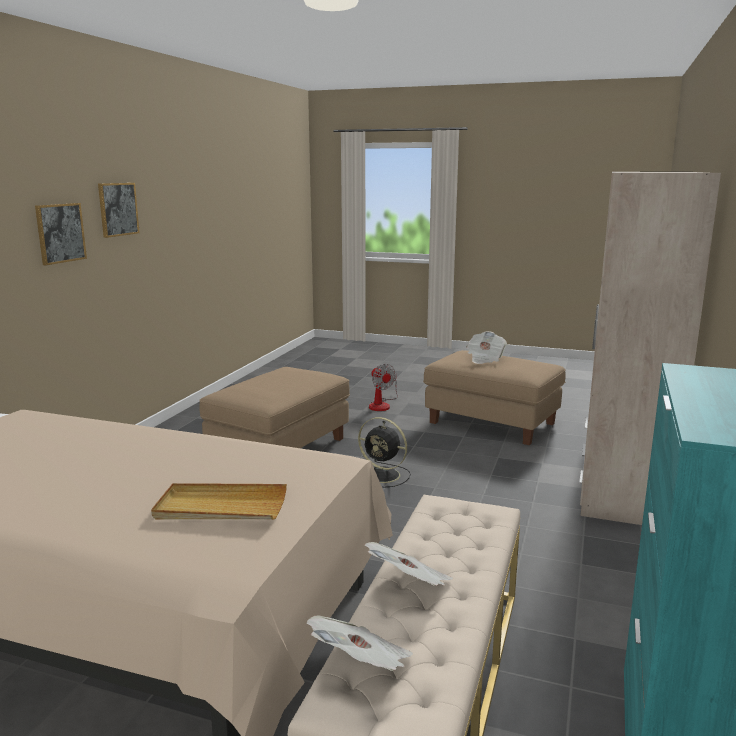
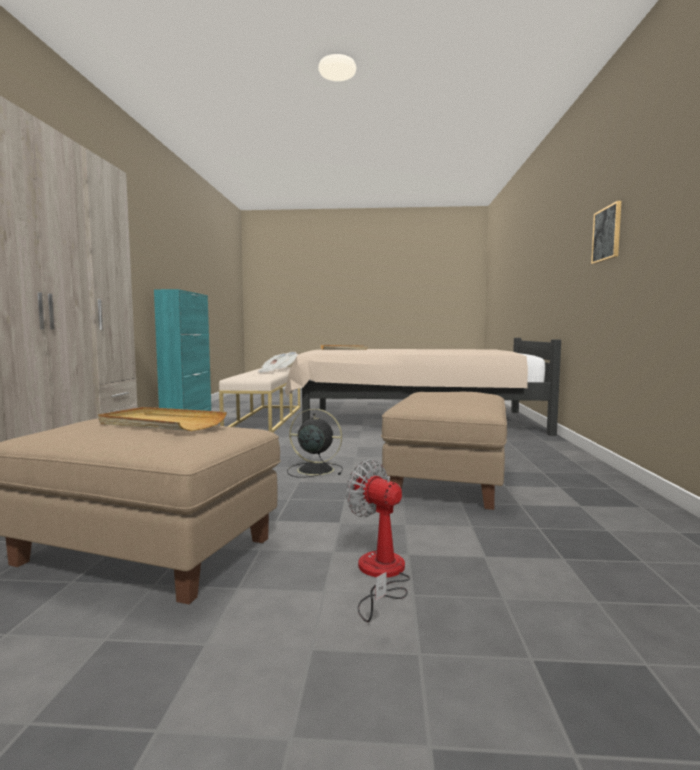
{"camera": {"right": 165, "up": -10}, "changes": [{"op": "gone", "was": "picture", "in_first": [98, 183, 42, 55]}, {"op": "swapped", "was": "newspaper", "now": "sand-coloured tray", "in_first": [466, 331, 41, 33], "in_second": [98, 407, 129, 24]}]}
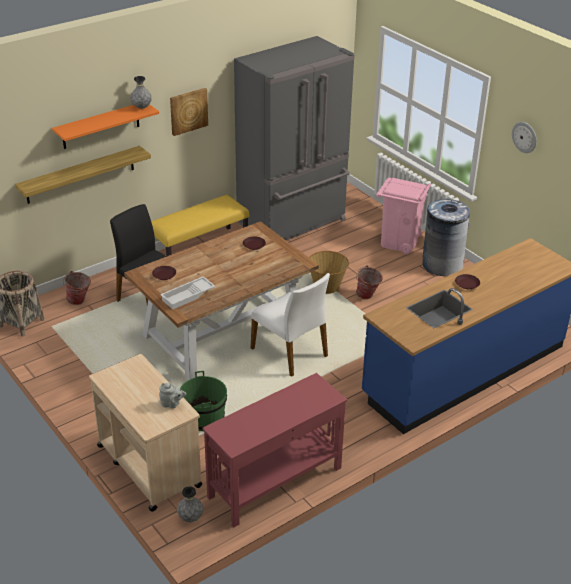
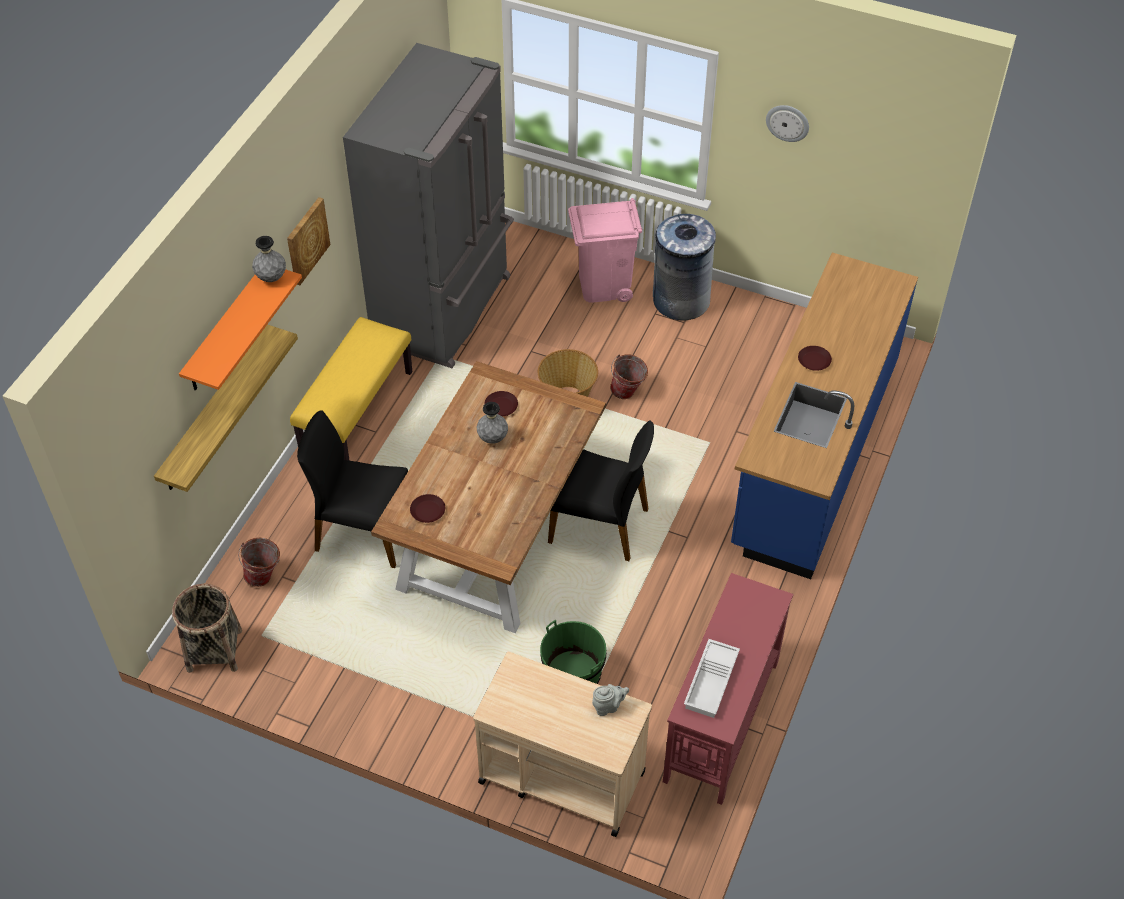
{"camera": {"right": -30, "up": 15}, "changes": [{"op": "shifted", "was": "white-coloured tray", "in_first": [160, 276, 55, 33], "in_second": [684, 639, 56, 79]}, {"op": "shifted", "was": "grey decorative vase", "in_first": [177, 486, 26, 36], "in_second": [477, 402, 31, 42]}, {"op": "repainted", "was": "white-coloured plain chair", "now": "blackish plain chair", "in_first": [251, 273, 79, 104], "in_second": [548, 420, 106, 141]}]}
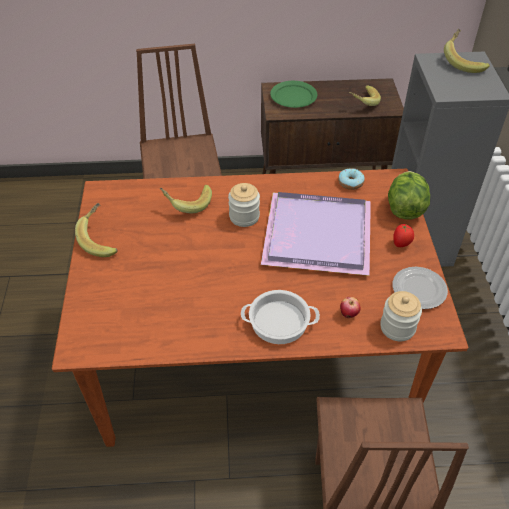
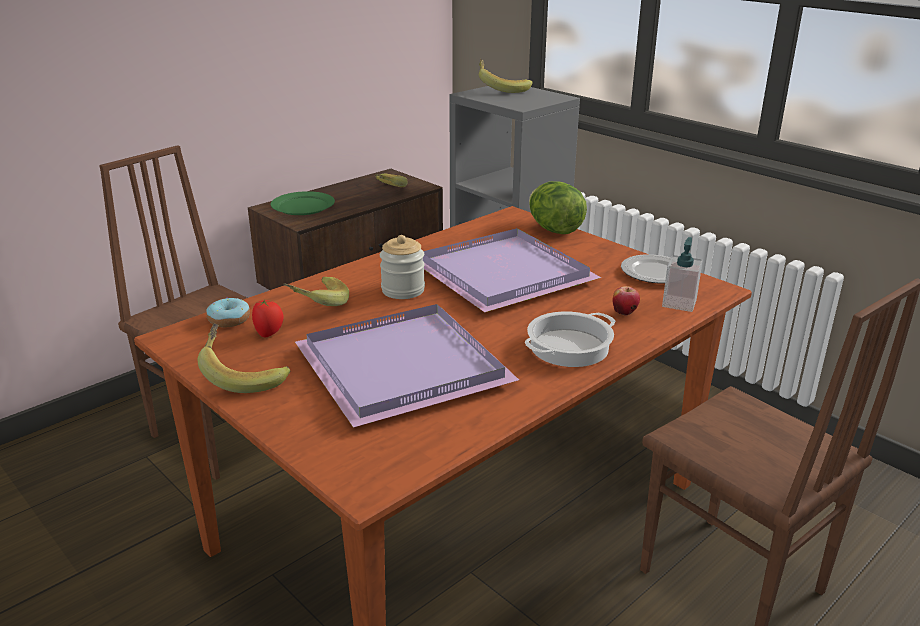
{"camera": {"right": -40, "up": -20}, "changes": [{"op": "shifted", "was": "ring doughnut", "in_first": [338, 168, 26, 22], "in_second": [206, 297, 44, 30]}, {"op": "swapped", "was": "preserve jar", "now": "liquid soap bottle", "in_first": [380, 291, 42, 50], "in_second": [662, 237, 41, 75]}, {"op": "shifted", "was": "tomato", "in_first": [393, 224, 21, 23], "in_second": [252, 300, 31, 37]}, {"op": "new", "now": "purple tray", "in_second": [295, 304, 224, 124]}]}
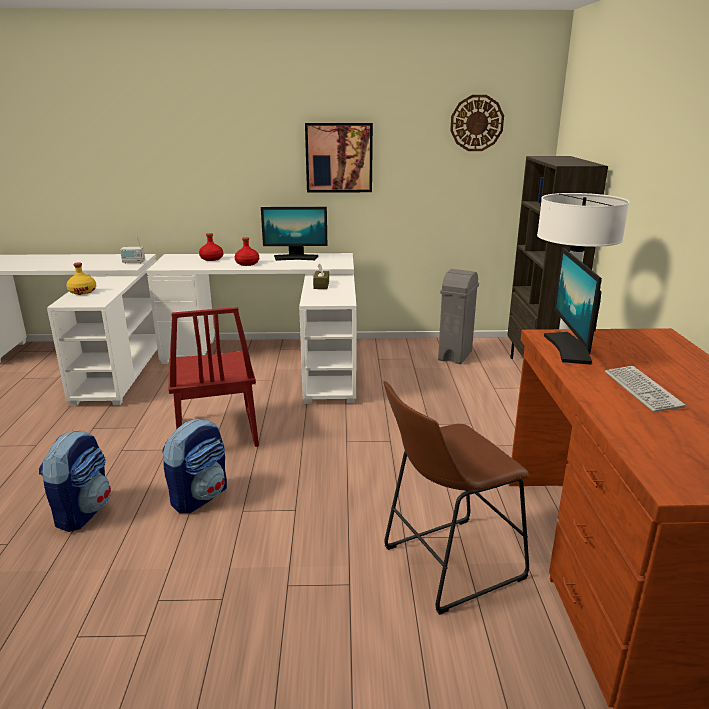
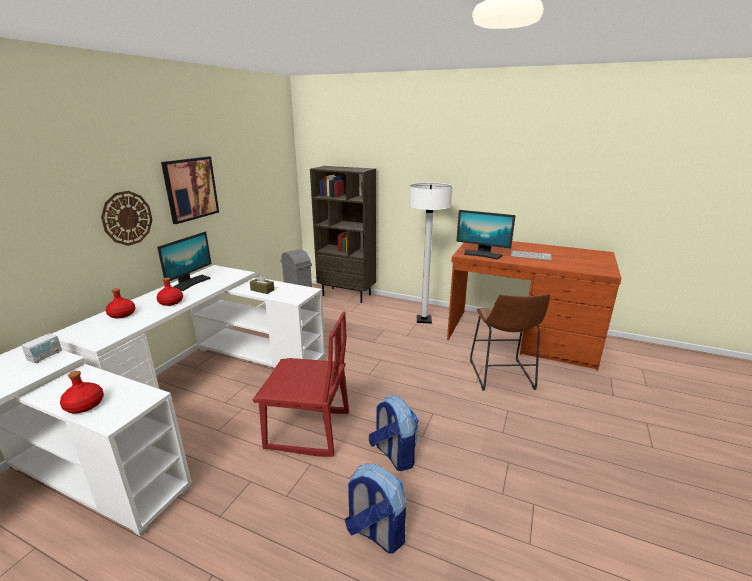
{"camera": {"right": -65, "up": 0}, "changes": [{"op": "repainted", "was": "yellow-coloured drink bottle", "now": "red drink bottle", "in_first": [66, 262, 30, 33], "in_second": [60, 371, 44, 42]}, {"op": "shifted", "was": "clock on the wall", "in_first": [450, 95, 54, 56], "in_second": [101, 191, 51, 55]}]}
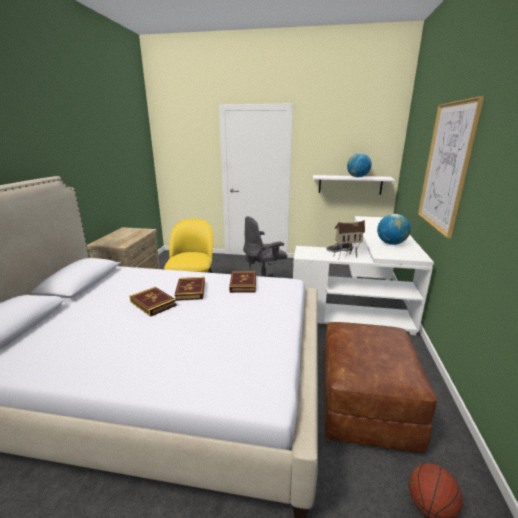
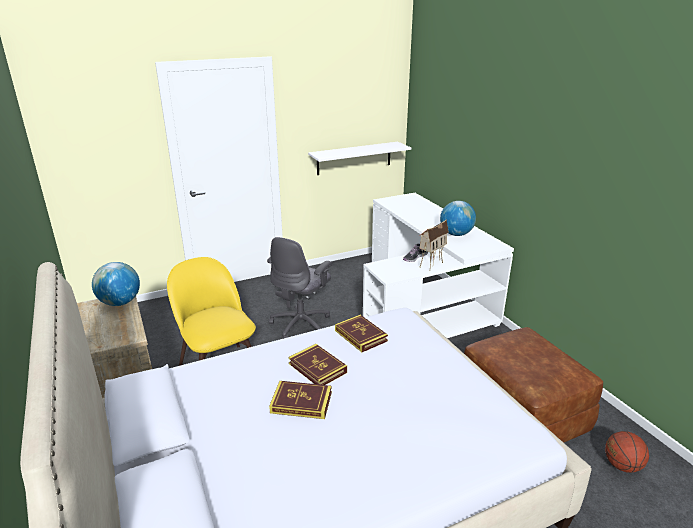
{"camera": {"right": -35, "up": 5}, "changes": [{"op": "shifted", "was": "world globe", "in_first": [347, 153, 25, 24], "in_second": [92, 262, 48, 44]}, {"op": "gone", "was": "picture", "in_first": [418, 96, 67, 143]}]}
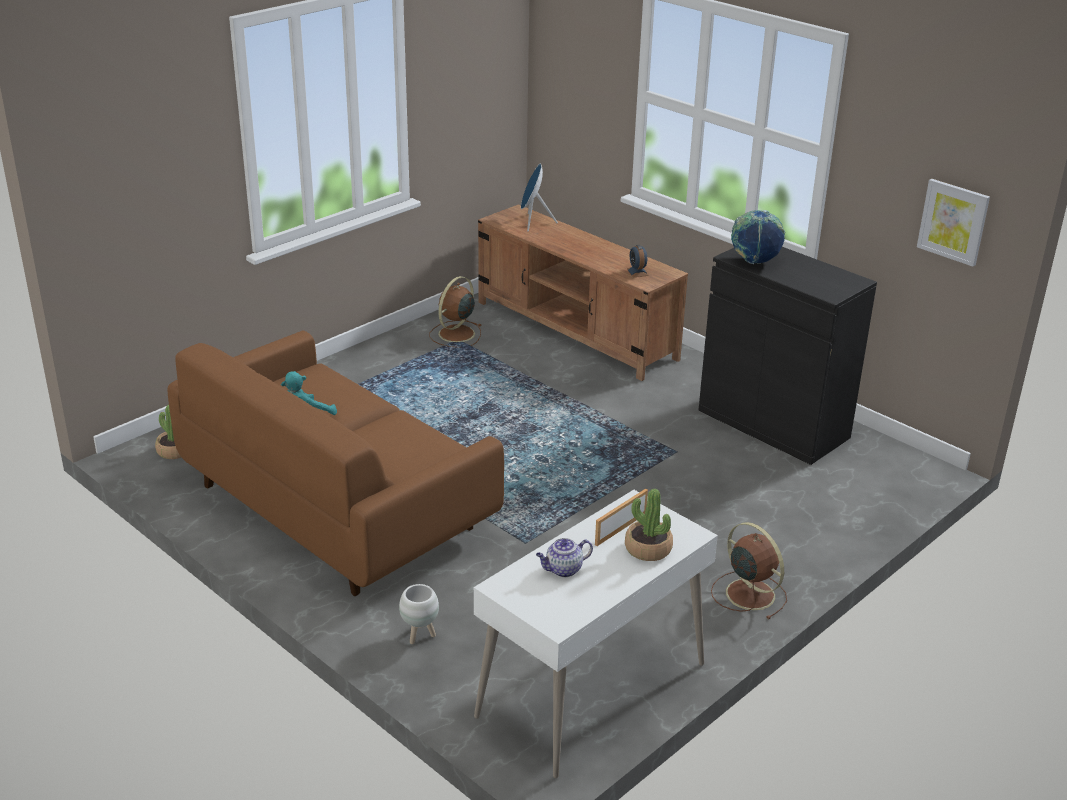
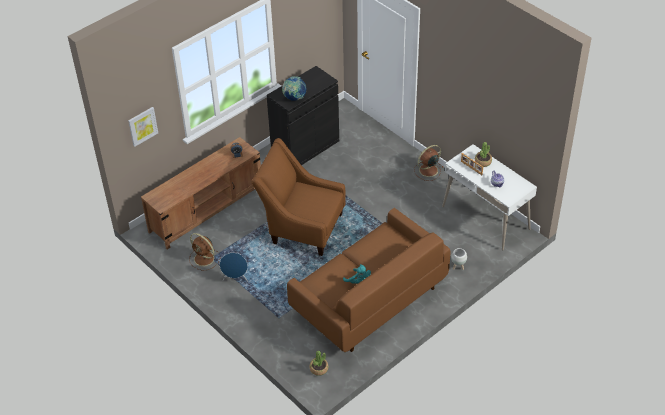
{"camera": {"right": -85, "up": 15}, "changes": [{"op": "shifted", "was": "blue-coloured audio speaker", "in_first": [521, 163, 37, 68], "in_second": [220, 253, 28, 29]}, {"op": "shifted", "was": "picture", "in_first": [917, 179, 73, 88], "in_second": [128, 107, 30, 40]}, {"op": "new", "now": "brownish armchair", "in_second": [251, 138, 95, 118]}]}
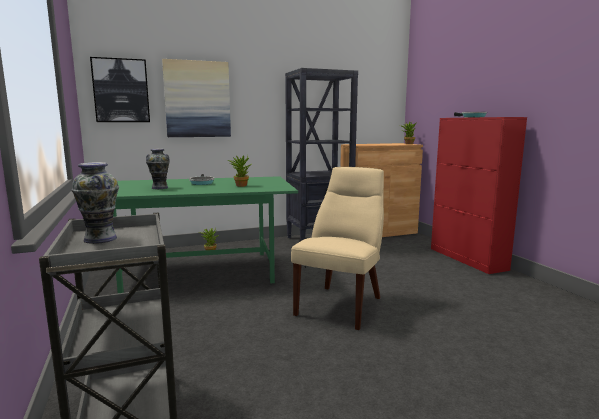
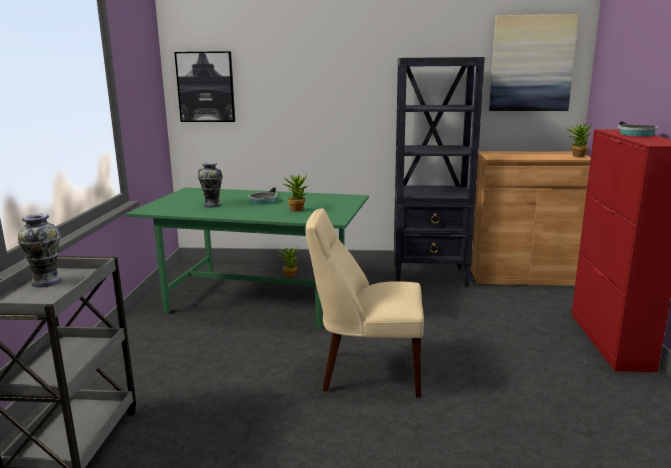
{"camera": {"right": 25, "up": 5}, "changes": [{"op": "shifted", "was": "picture", "in_first": [162, 59, 69, 78], "in_second": [489, 14, 90, 97]}, {"op": "rotated", "was": "sand-coloured plain chair", "in_first": [291, 167, 93, 163], "in_second": [305, 208, 119, 190], "clockwise": -135}]}
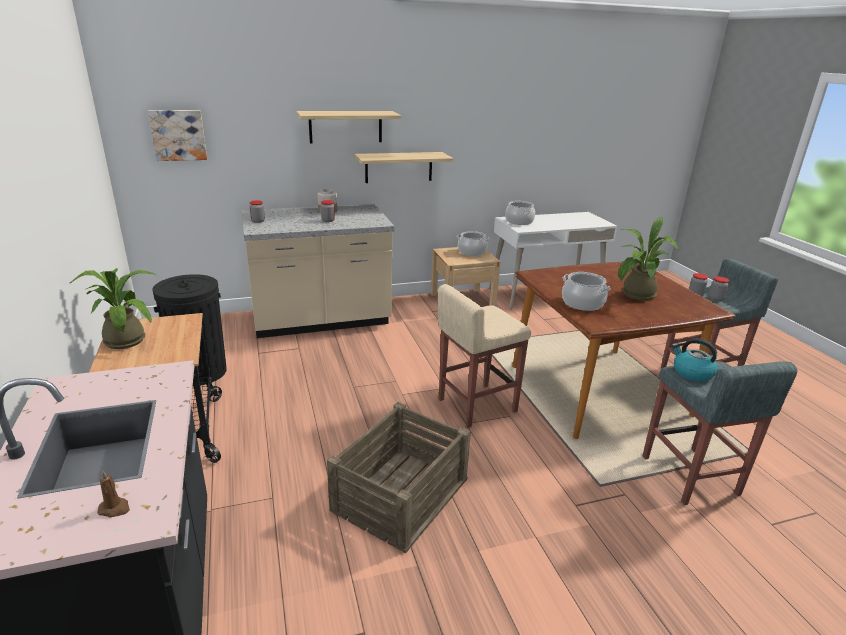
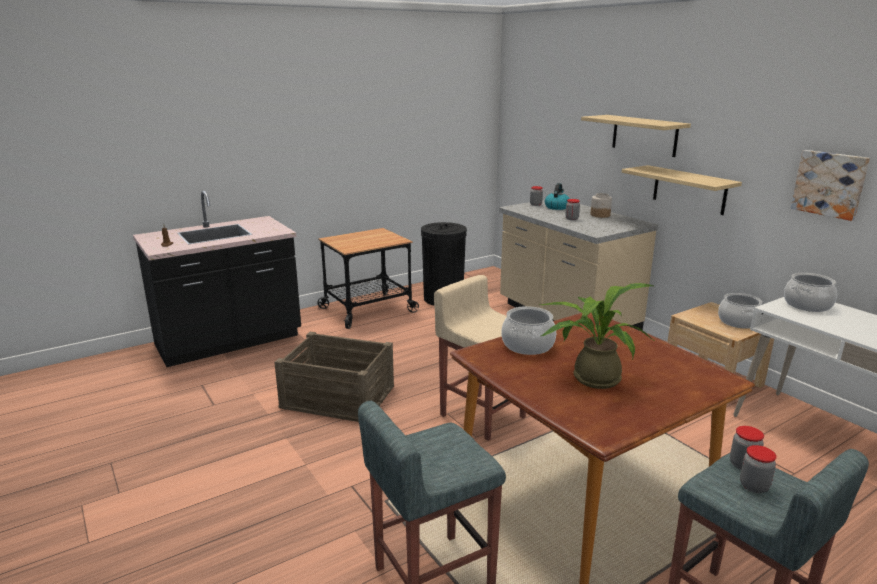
{"camera": {"right": 75, "up": -5}, "changes": [{"op": "gone", "was": "houseplant", "in_first": [70, 268, 87, 81]}, {"op": "shifted", "was": "picture", "in_first": [148, 110, 59, 51], "in_second": [791, 150, 79, 71]}, {"op": "shifted", "was": "kettle", "in_first": [672, 338, 46, 44], "in_second": [545, 183, 25, 27]}]}
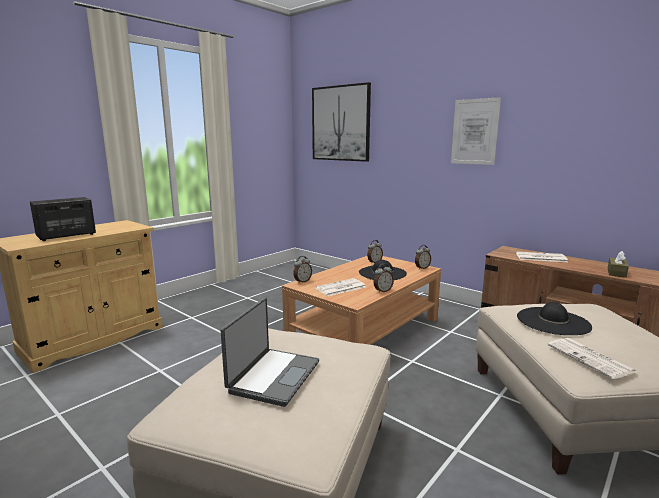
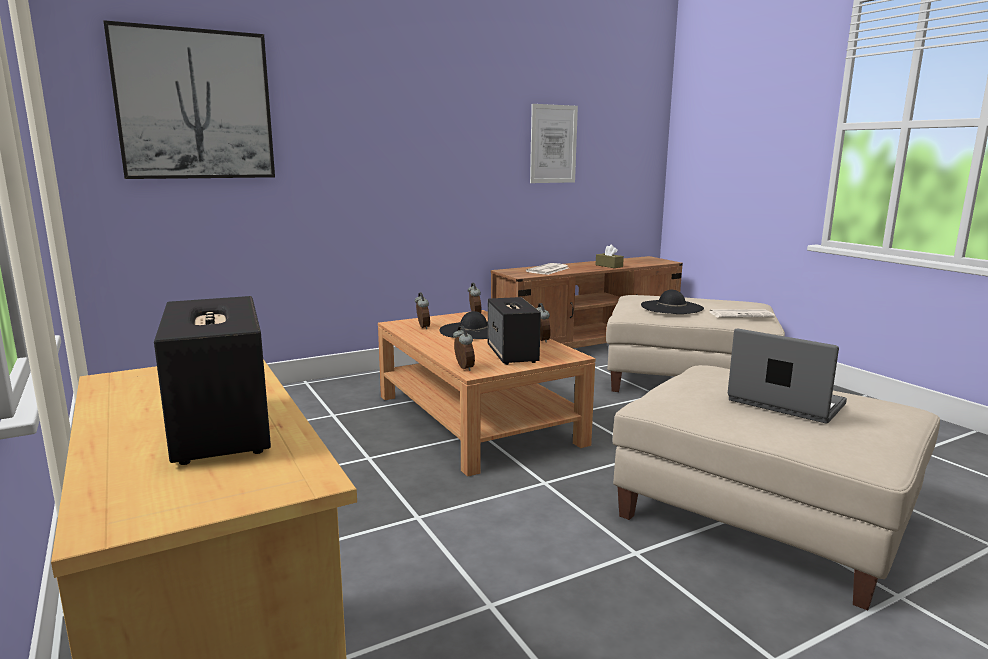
{"camera": {"right": -70, "up": 0}, "changes": [{"op": "swapped", "was": "newspaper", "now": "audio speaker", "in_first": [315, 278, 51, 18], "in_second": [488, 297, 53, 68]}, {"op": "shifted", "was": "picture", "in_first": [451, 97, 50, 68], "in_second": [530, 104, 48, 79]}]}
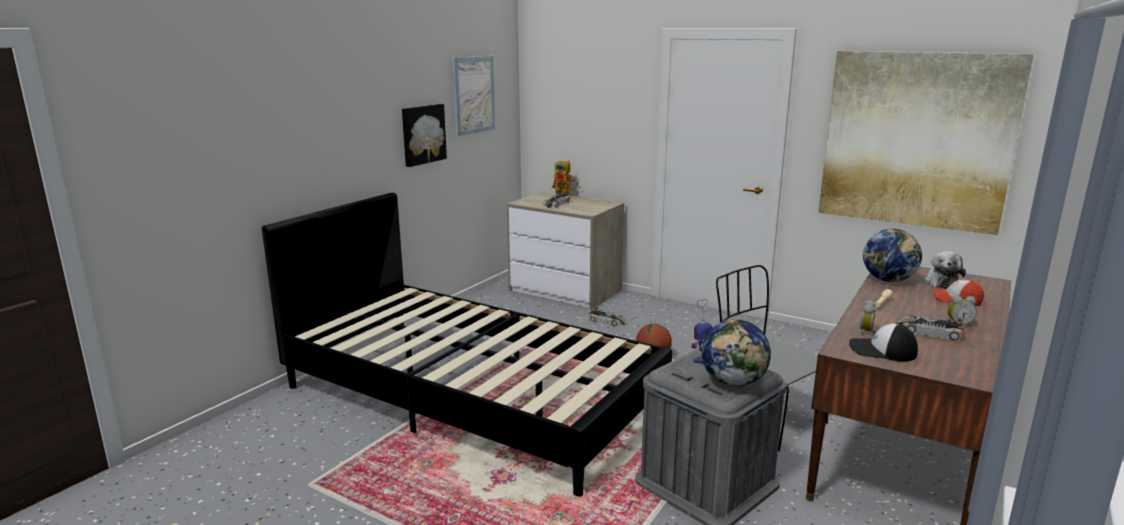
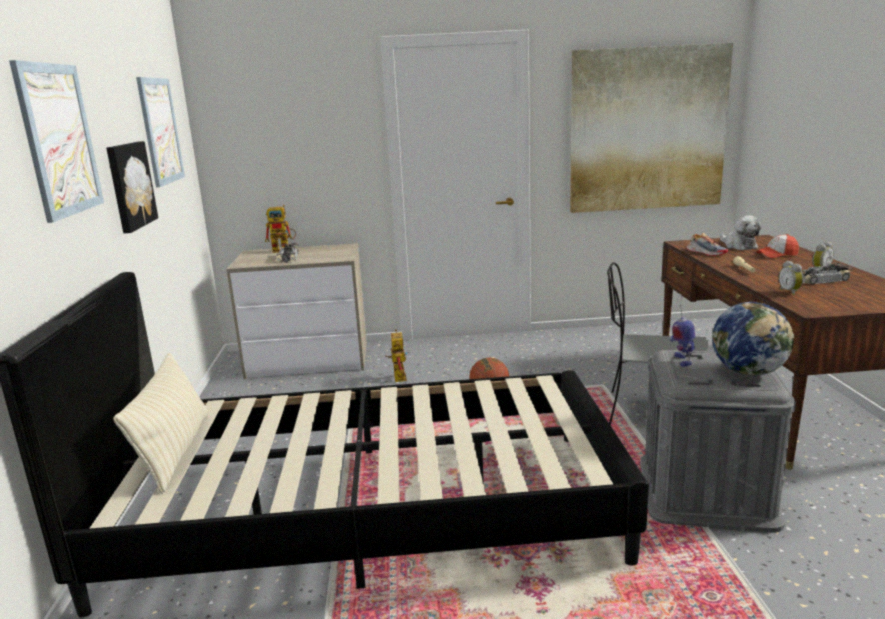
{"camera": {"right": -35, "up": 0}, "changes": [{"op": "swapped", "was": "model car", "now": "model robot", "in_first": [589, 308, 38, 18], "in_second": [385, 329, 23, 53]}, {"op": "gone", "was": "peaked cap", "in_first": [849, 323, 69, 39]}, {"op": "swapped", "was": "world globe", "now": "low shoe", "in_first": [863, 229, 59, 53], "in_second": [686, 233, 42, 23]}, {"op": "new", "now": "picture", "in_second": [9, 60, 95, 163]}, {"op": "new", "now": "sand-coloured cushion", "in_second": [113, 352, 95, 142]}]}
